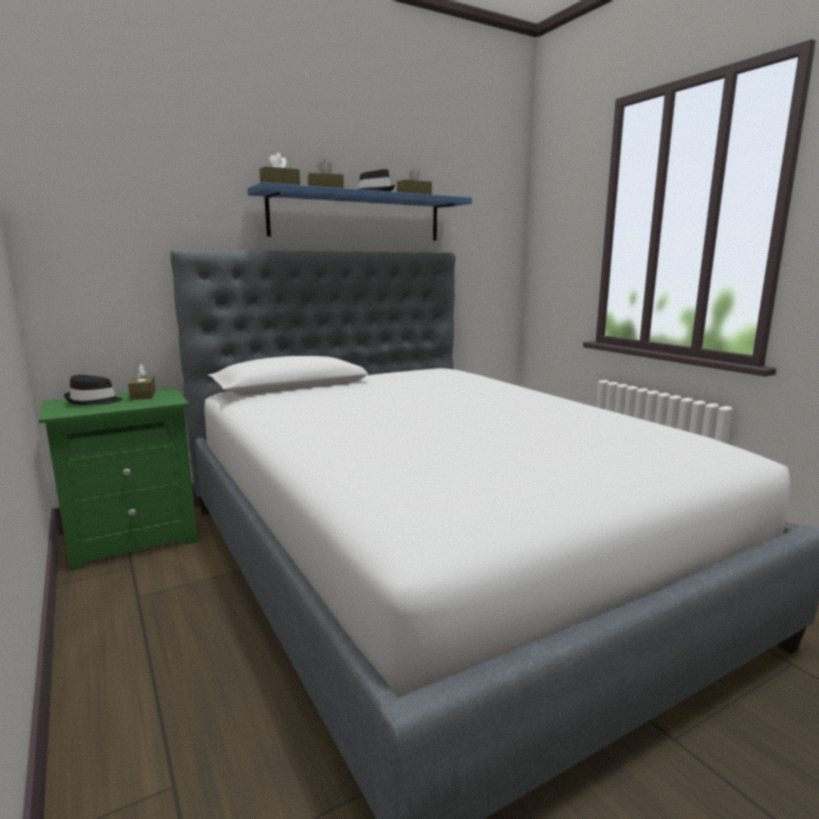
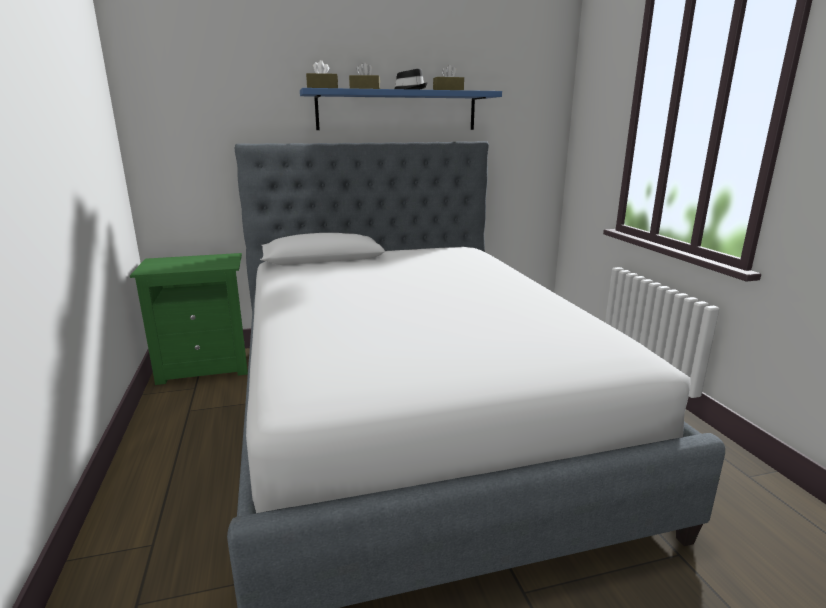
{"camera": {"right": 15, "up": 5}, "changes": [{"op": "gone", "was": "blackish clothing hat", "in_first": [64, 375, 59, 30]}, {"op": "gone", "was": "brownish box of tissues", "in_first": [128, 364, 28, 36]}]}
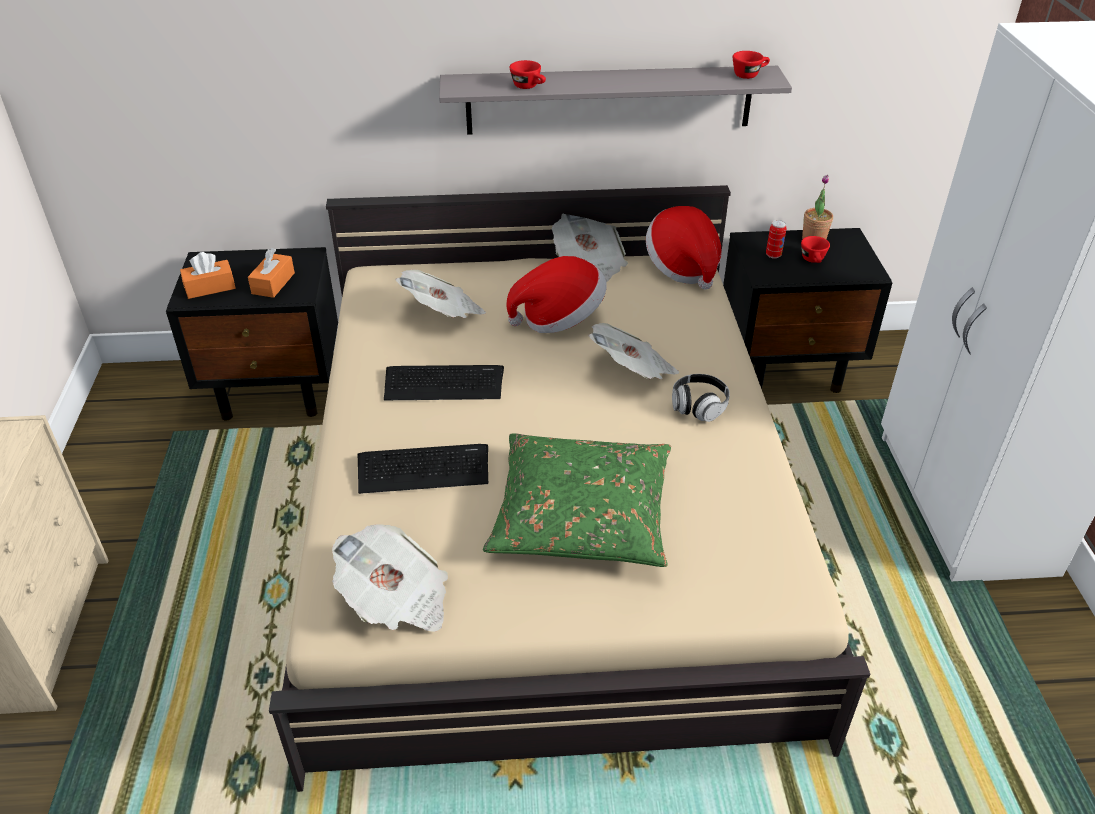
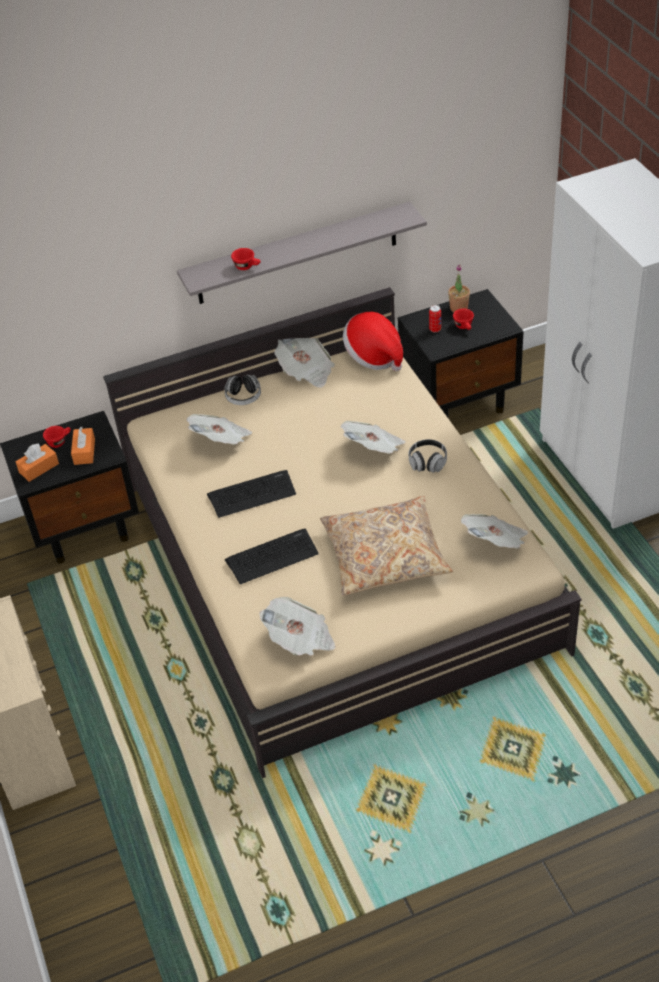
{"camera": {"right": -15, "up": 5}, "changes": [{"op": "repainted", "was": "green-coloured cushion", "now": "sand-coloured cushion", "in_first": [483, 433, 188, 134], "in_second": [320, 496, 133, 100]}, {"op": "gone", "was": "clothing hat", "in_first": [507, 256, 100, 77]}, {"op": "shifted", "was": "red cup", "in_first": [733, 51, 37, 28], "in_second": [43, 426, 28, 22]}, {"op": "new", "now": "headphones", "in_second": [224, 375, 37, 30]}, {"op": "new", "now": "newspaper", "in_second": [461, 514, 67, 35]}]}
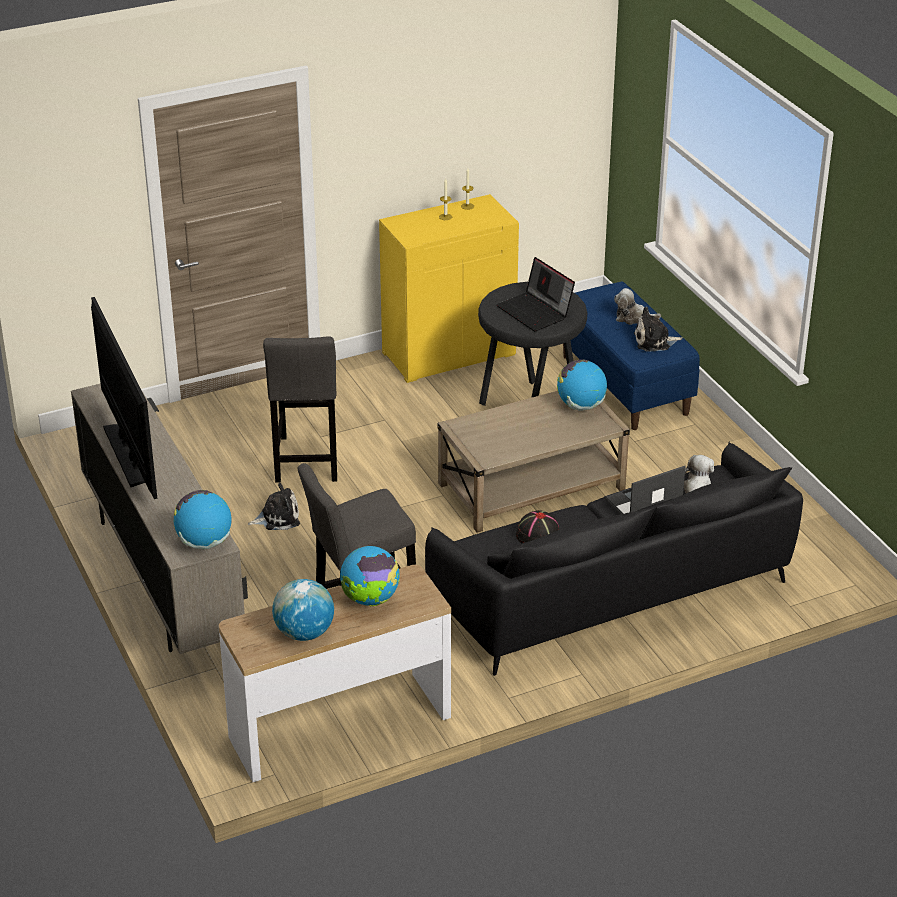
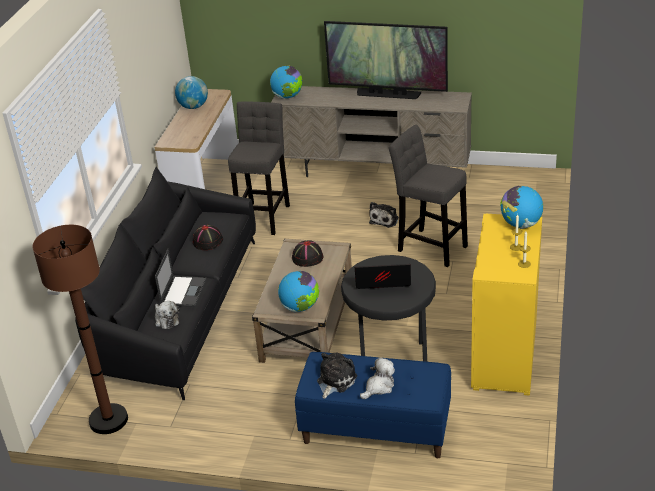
{"camera": {"right": 130, "up": 0}, "changes": [{"op": "shifted", "was": "world globe", "in_first": [340, 546, 60, 60], "in_second": [500, 186, 43, 43]}, {"op": "new", "now": "brownish floor lamp", "in_second": [33, 225, 95, 209]}, {"op": "new", "now": "blackish clothing hat", "in_second": [292, 240, 31, 27]}]}
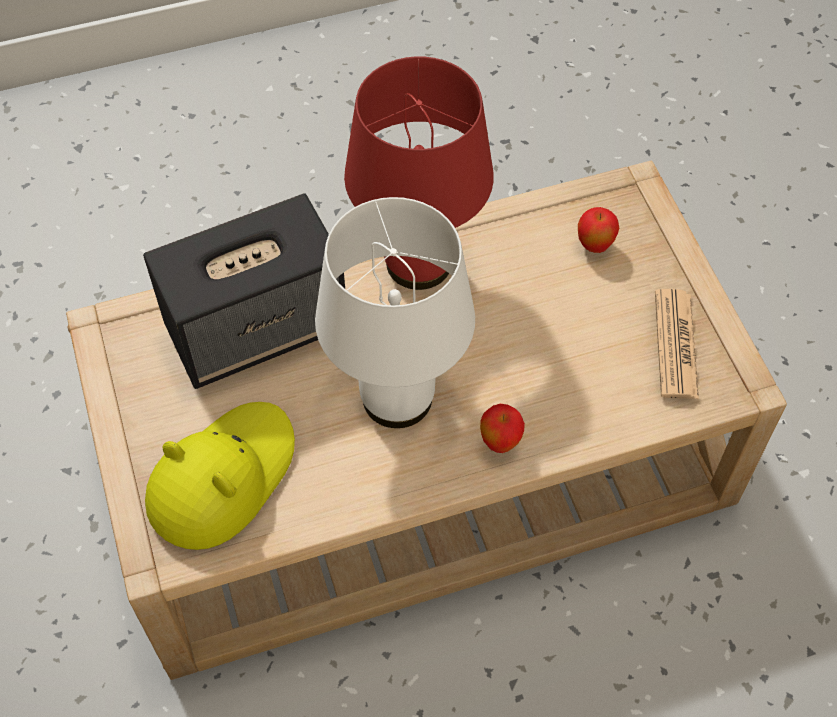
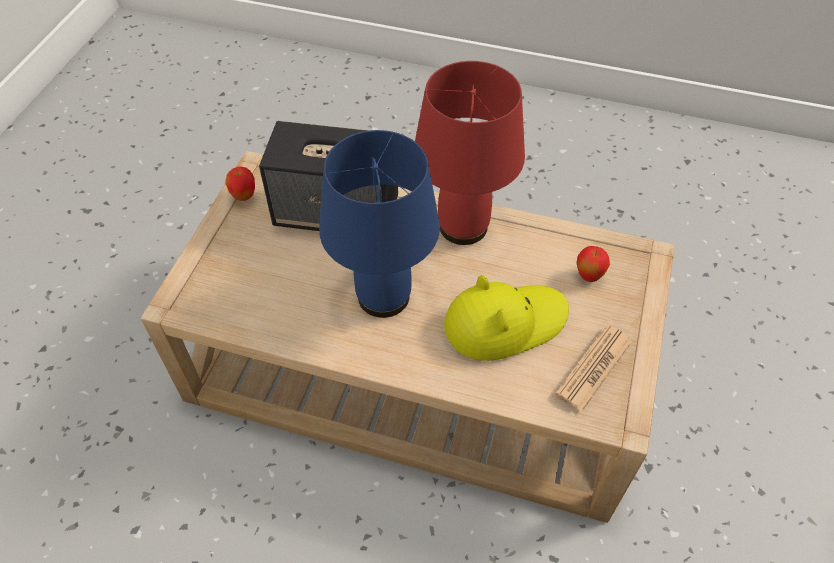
{"camera": {"right": 35, "up": -5}, "changes": [{"op": "shifted", "was": "yellow-coloured clothing hat", "in_first": [145, 402, 150, 148], "in_second": [444, 275, 125, 86]}, {"op": "repainted", "was": "white-coloured tabletop lamp", "now": "blue-coloured tabletop lamp", "in_first": [315, 197, 160, 231], "in_second": [319, 130, 121, 188]}, {"op": "shifted", "was": "apple fruit", "in_first": [480, 404, 45, 49], "in_second": [225, 166, 30, 35]}]}
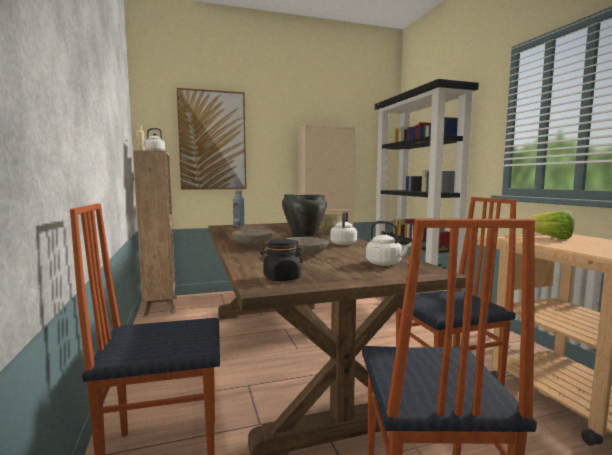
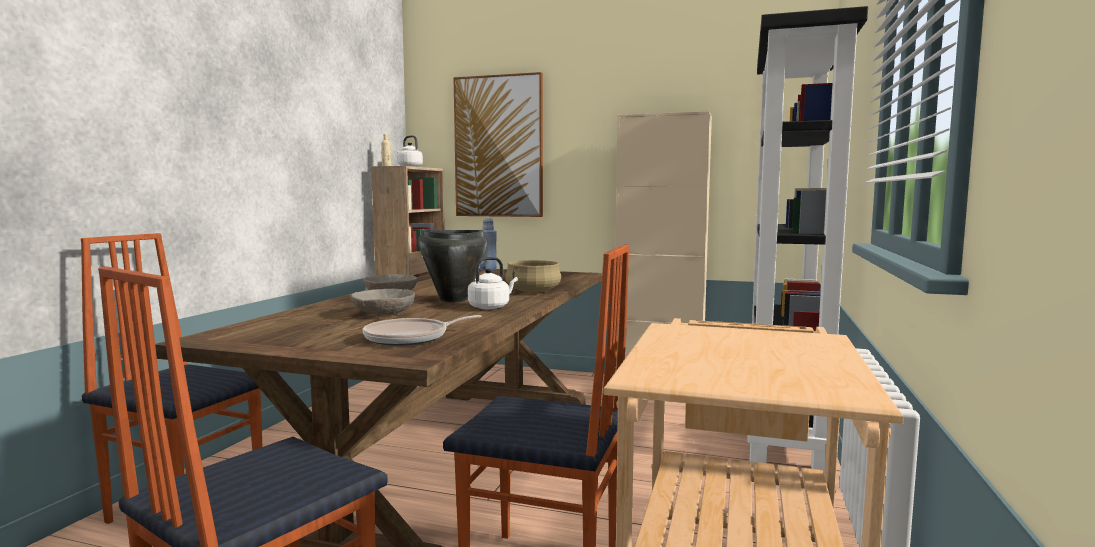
{"camera": {"right": 35, "up": 0}, "changes": [{"op": "gone", "was": "blackish preserve jar", "in_first": [260, 239, 43, 42]}, {"op": "swapped", "was": "white-coloured kettle", "now": "pan", "in_first": [366, 221, 46, 45], "in_second": [363, 315, 119, 31]}, {"op": "gone", "was": "lettuce head", "in_first": [524, 210, 51, 29]}]}
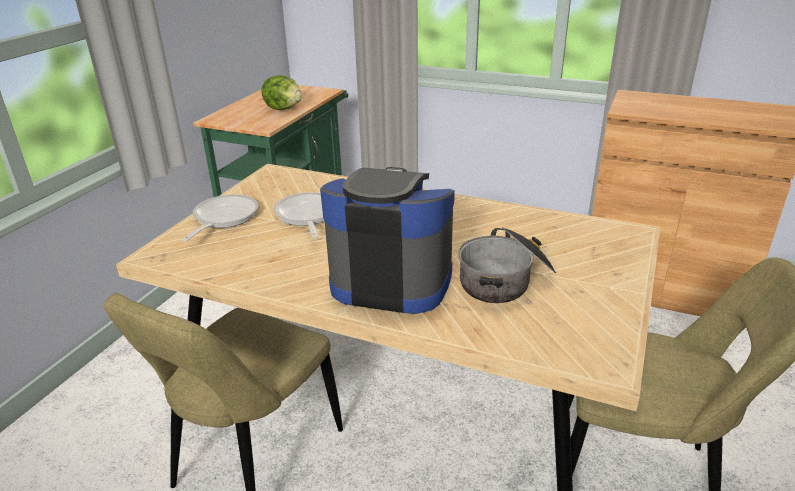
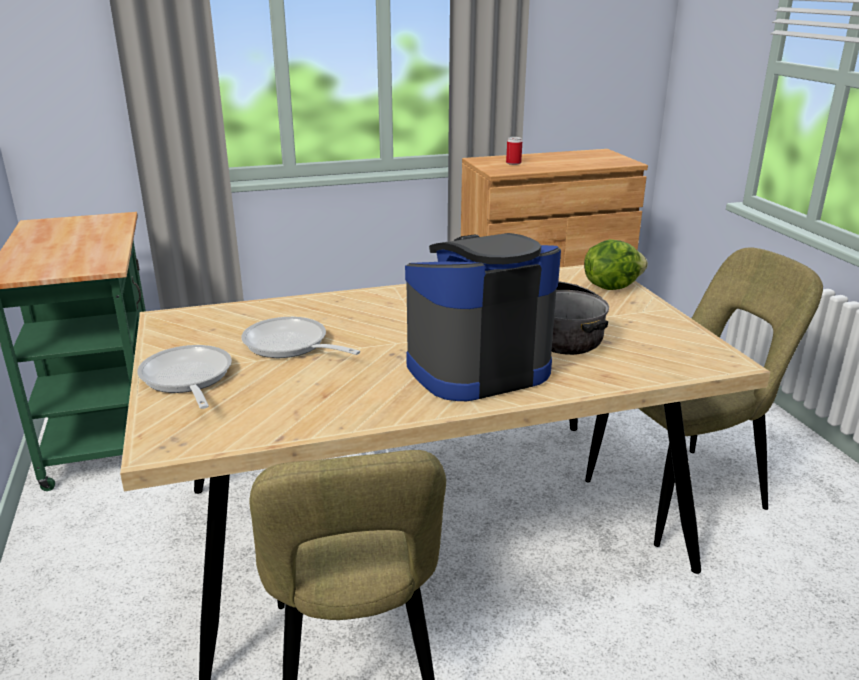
{"camera": {"right": -40, "up": -5}, "changes": [{"op": "shifted", "was": "lettuce head", "in_first": [261, 75, 41, 35], "in_second": [584, 239, 64, 51]}, {"op": "new", "now": "metal can", "in_second": [506, 137, 16, 28]}]}
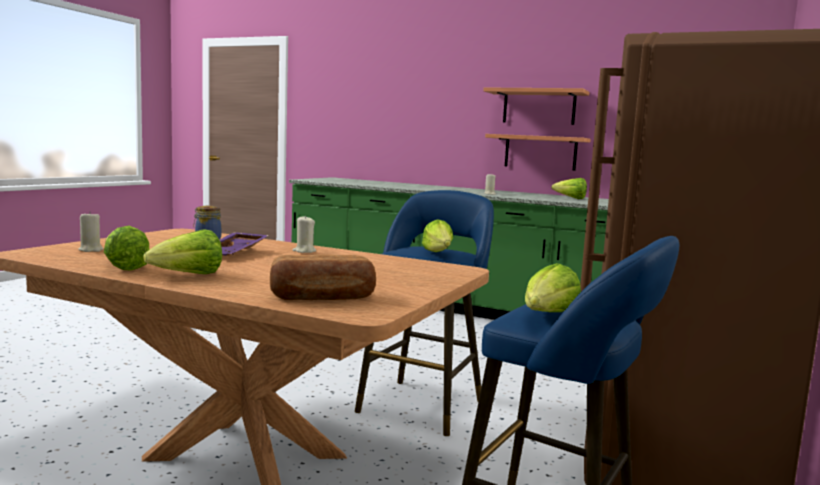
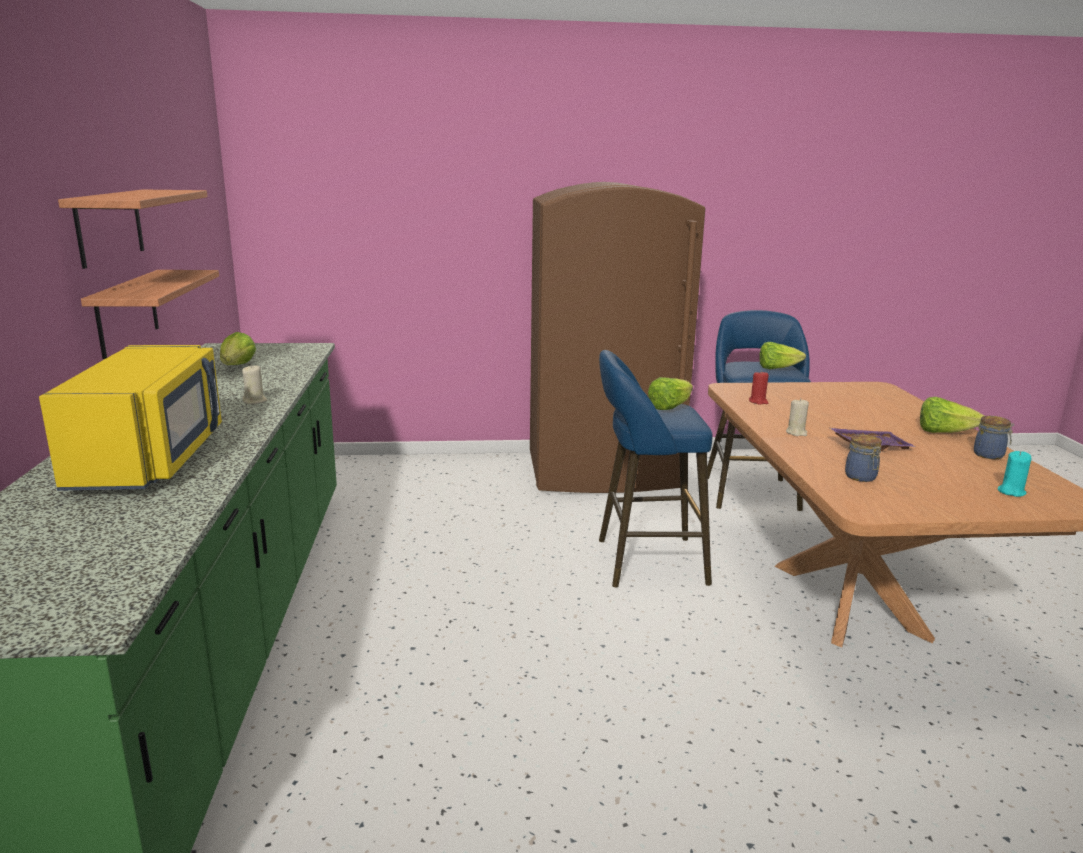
{"camera": {"right": -120, "up": 10}, "changes": [{"op": "repainted", "was": "sand-coloured candle", "now": "blue-green candle", "in_first": [78, 212, 26, 40], "in_second": [998, 451, 33, 46]}, {"op": "swapped", "was": "lettuce head", "now": "preserve jar", "in_first": [104, 226, 45, 44], "in_second": [974, 416, 41, 43]}, {"op": "gone", "was": "bakery bread", "in_first": [270, 255, 106, 45]}, {"op": "new", "now": "yellow-coloured kitchen microwave", "in_second": [39, 345, 183, 146]}, {"op": "new", "now": "red candle", "in_second": [749, 370, 20, 35]}]}
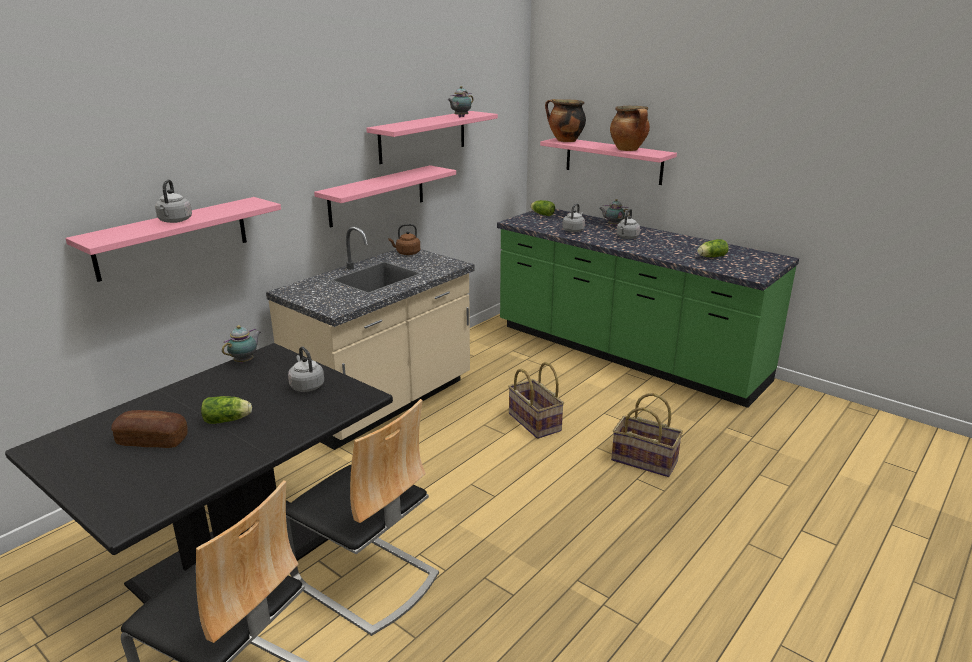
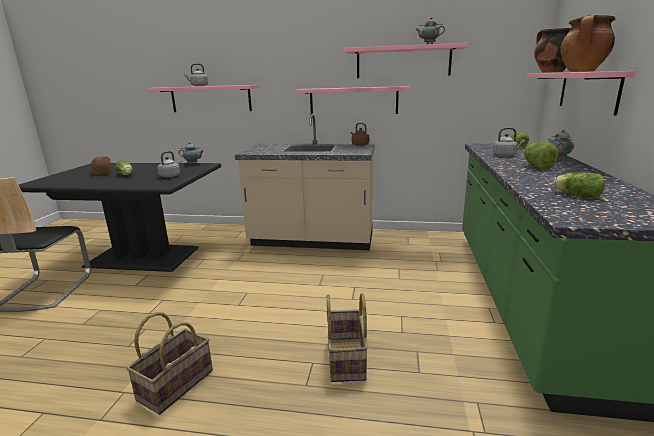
{"camera": {"right": 60, "up": -5}, "changes": [{"op": "gone", "was": "plain chair", "in_first": [286, 399, 153, 237]}, {"op": "shifted", "was": "storage basket", "in_first": [508, 362, 56, 77], "in_second": [126, 312, 87, 103]}, {"op": "swapped", "was": "grey kettle", "now": "lettuce head", "in_first": [616, 209, 24, 30], "in_second": [524, 142, 35, 27]}]}
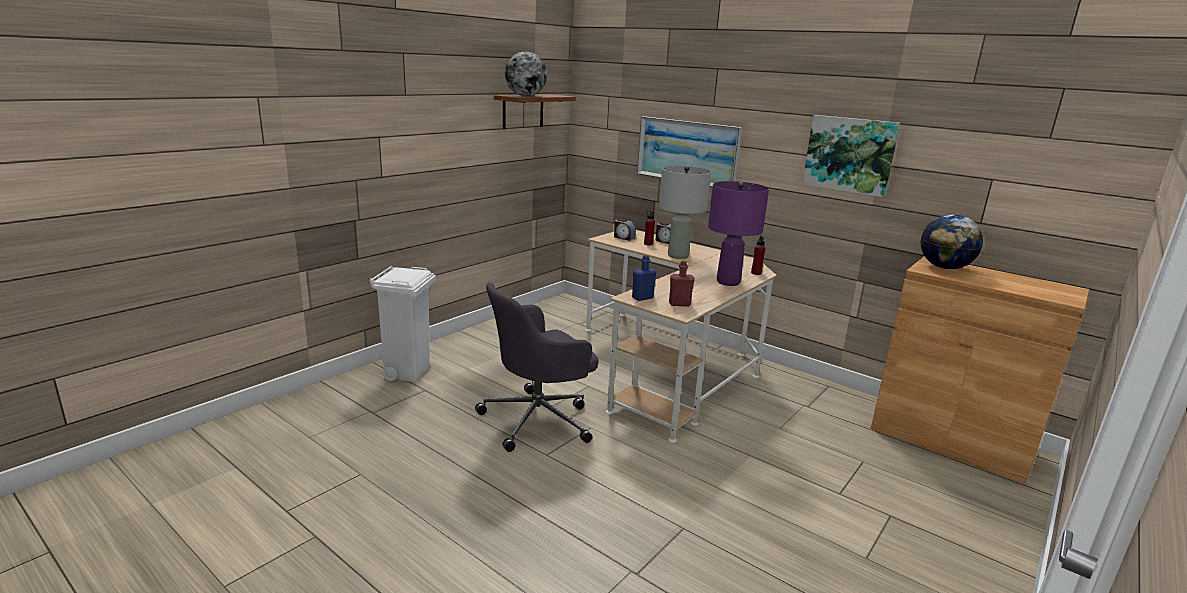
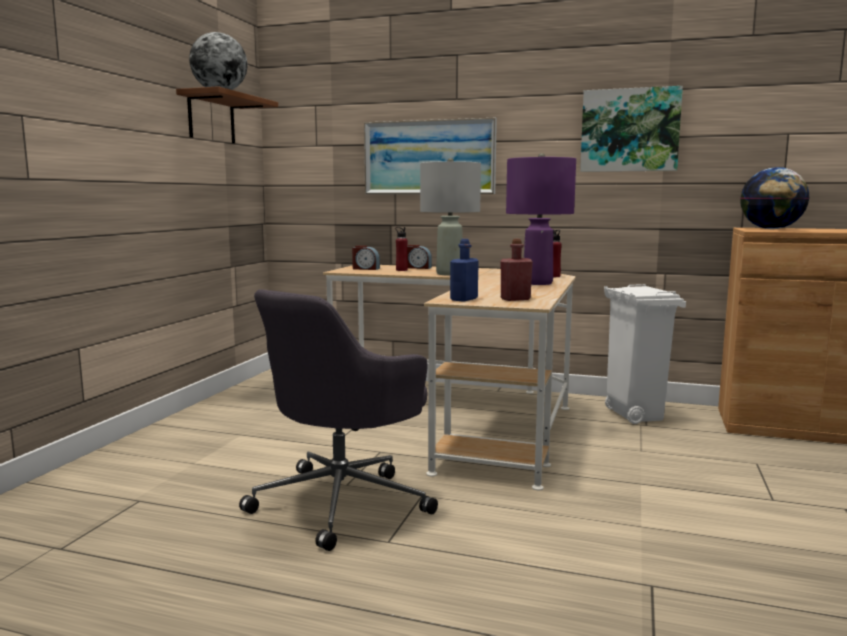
{"camera": {"right": -20, "up": -10}, "changes": [{"op": "shifted", "was": "white-coloured rubbish bin", "in_first": [370, 265, 66, 117], "in_second": [604, 284, 82, 140]}]}
